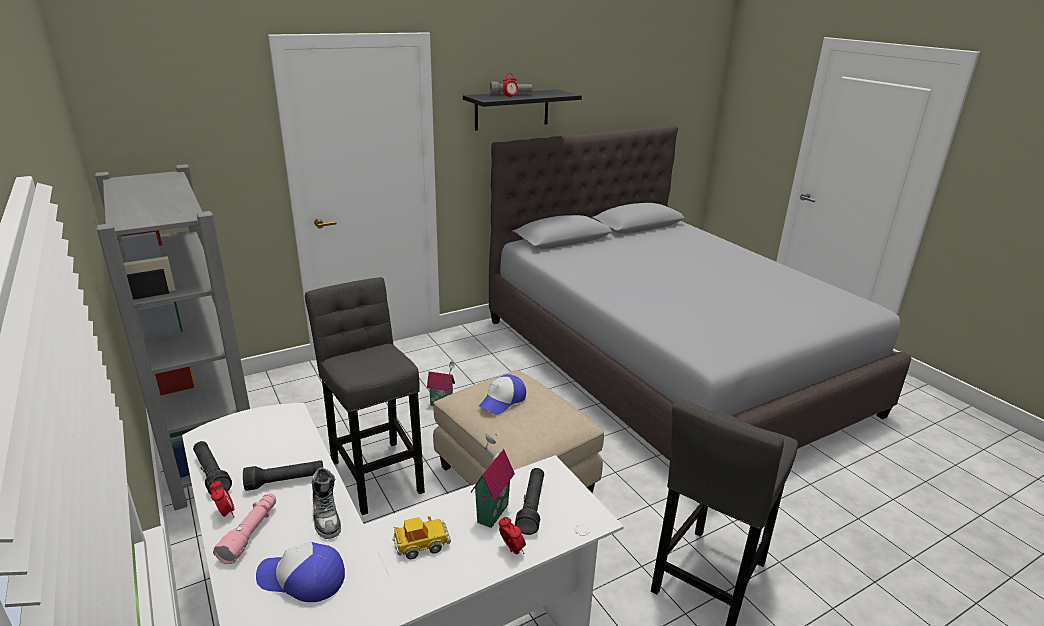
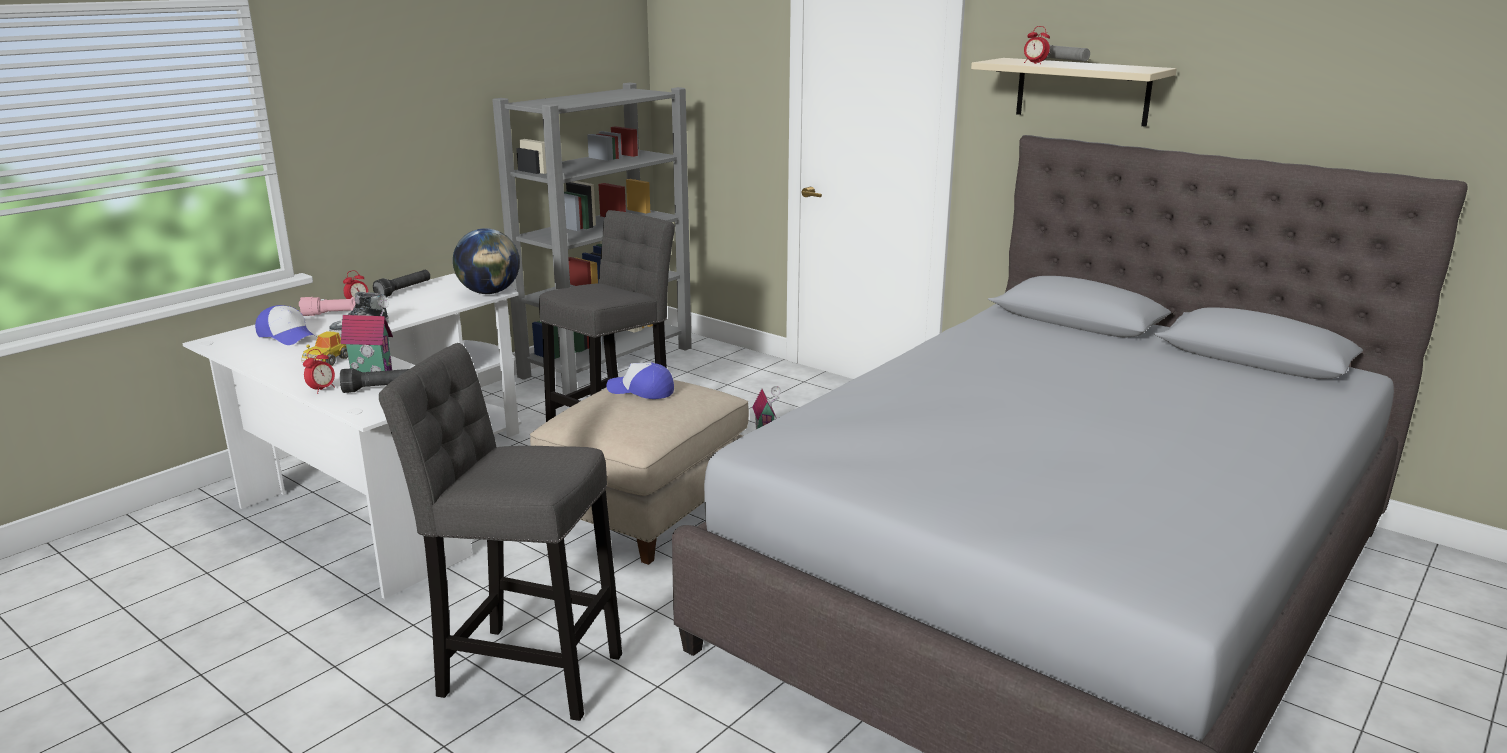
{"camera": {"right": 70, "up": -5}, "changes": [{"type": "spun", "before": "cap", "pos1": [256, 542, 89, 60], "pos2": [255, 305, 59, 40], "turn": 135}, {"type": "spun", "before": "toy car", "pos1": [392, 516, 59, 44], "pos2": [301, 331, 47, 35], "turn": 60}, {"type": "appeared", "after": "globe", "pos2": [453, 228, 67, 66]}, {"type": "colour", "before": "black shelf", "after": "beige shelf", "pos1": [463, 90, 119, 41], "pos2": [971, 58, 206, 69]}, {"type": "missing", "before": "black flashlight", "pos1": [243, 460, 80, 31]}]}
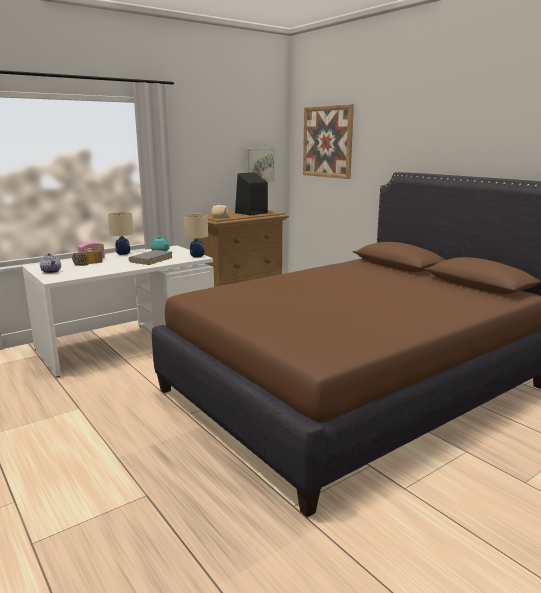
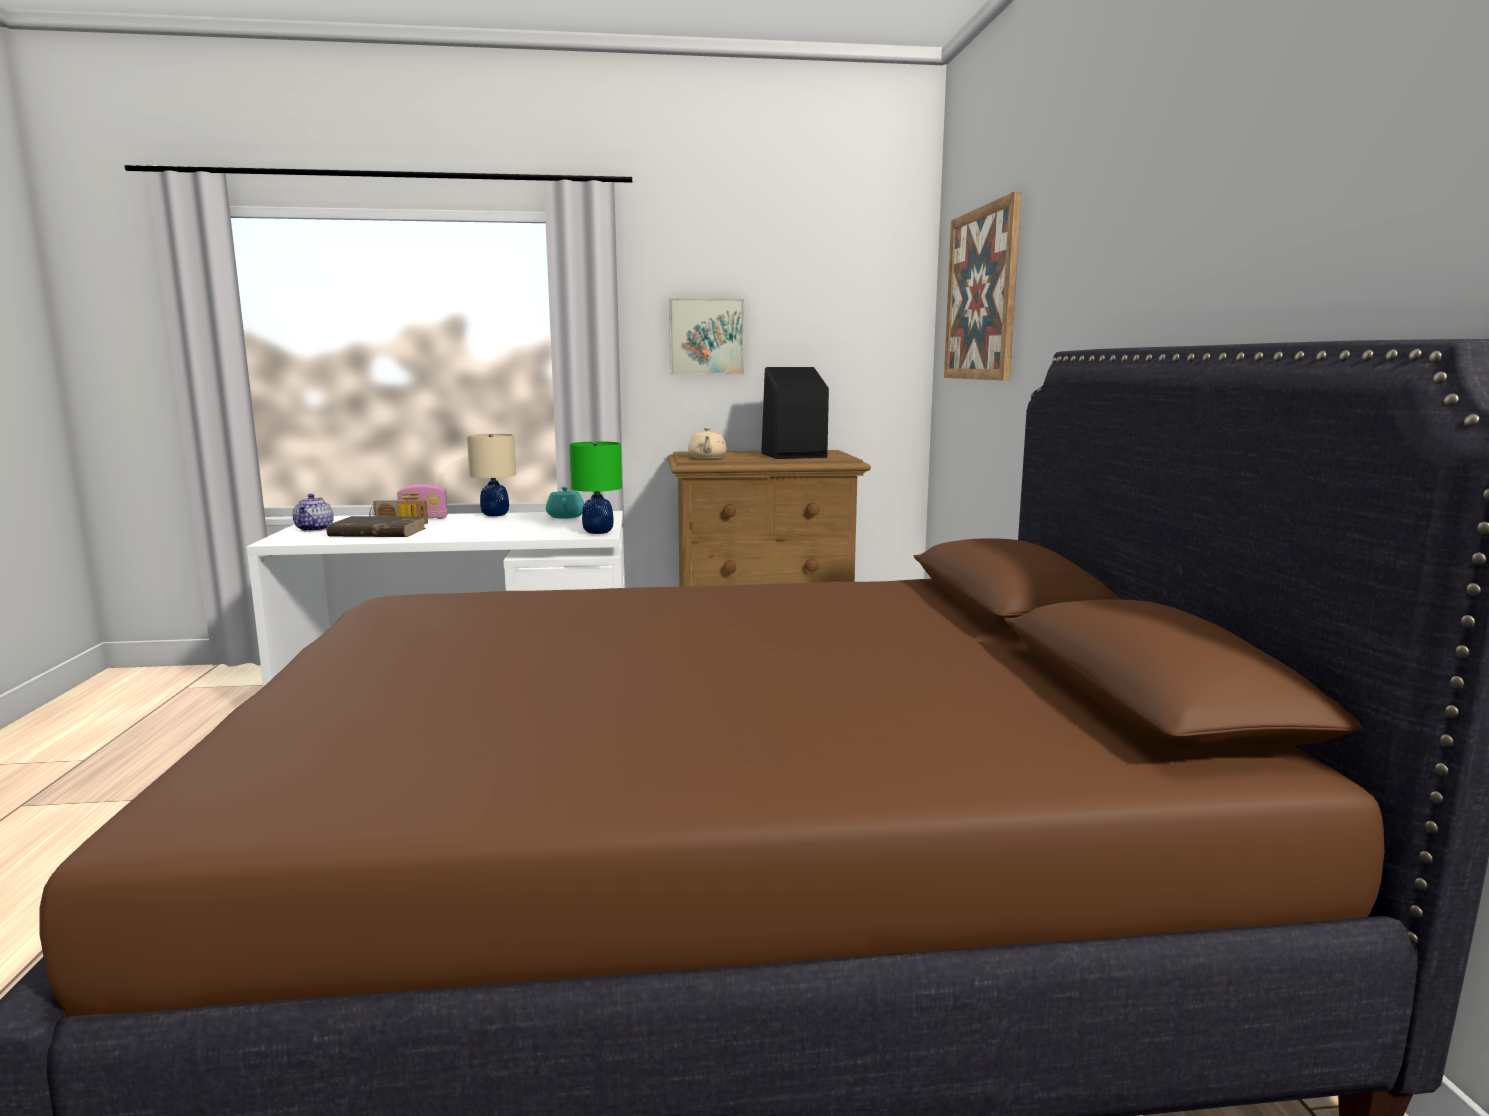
{"camera": {"right": 30, "up": -5}, "changes": [{"type": "appeared", "after": "brown book", "pos2": [326, 516, 100, 21]}, {"type": "colour", "before": "beige table lamp", "after": "green table lamp", "pos1": [184, 214, 24, 43], "pos2": [569, 441, 53, 93]}, {"type": "relocated", "before": "picture", "pos1": [245, 148, 30, 34], "pos2": [669, 298, 75, 77]}, {"type": "missing", "before": "grey book", "pos1": [129, 250, 44, 15]}]}
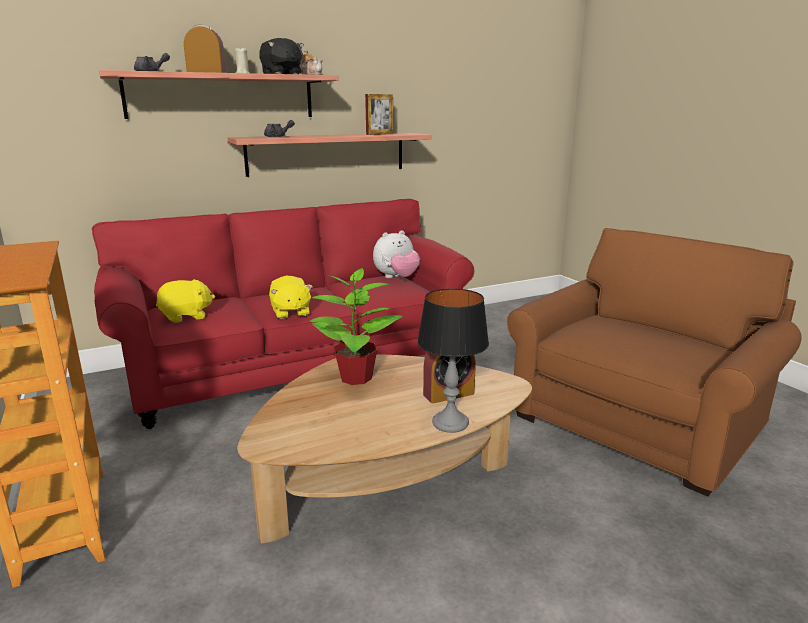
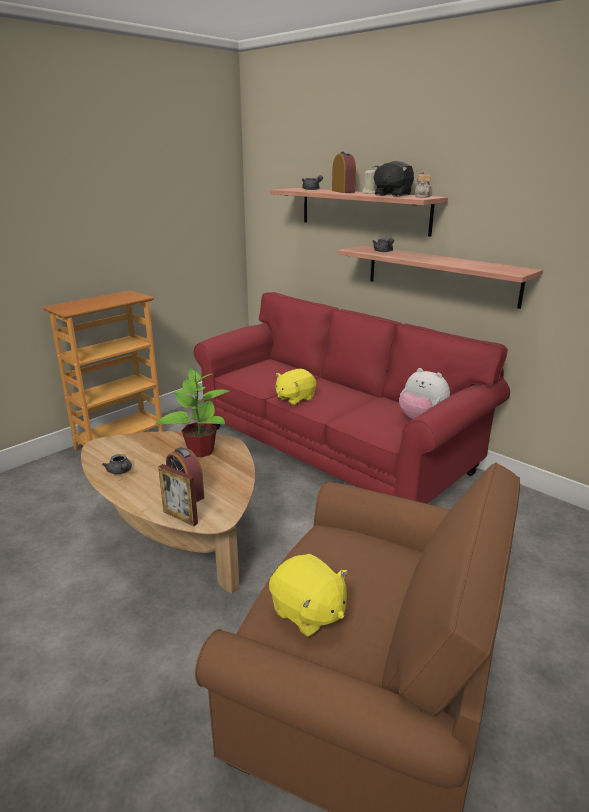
{"camera": {"right": 70, "up": 5}, "changes": [{"type": "appeared", "after": "grey teapot", "pos2": [102, 454, 30, 20]}, {"type": "relocated", "before": "picture frame", "pos1": [365, 94, 28, 41], "pos2": [158, 464, 40, 62]}, {"type": "relocated", "before": "yellow plush toy", "pos1": [156, 279, 59, 44], "pos2": [269, 554, 79, 83]}, {"type": "missing", "before": "table lamp", "pos1": [417, 289, 72, 144]}]}
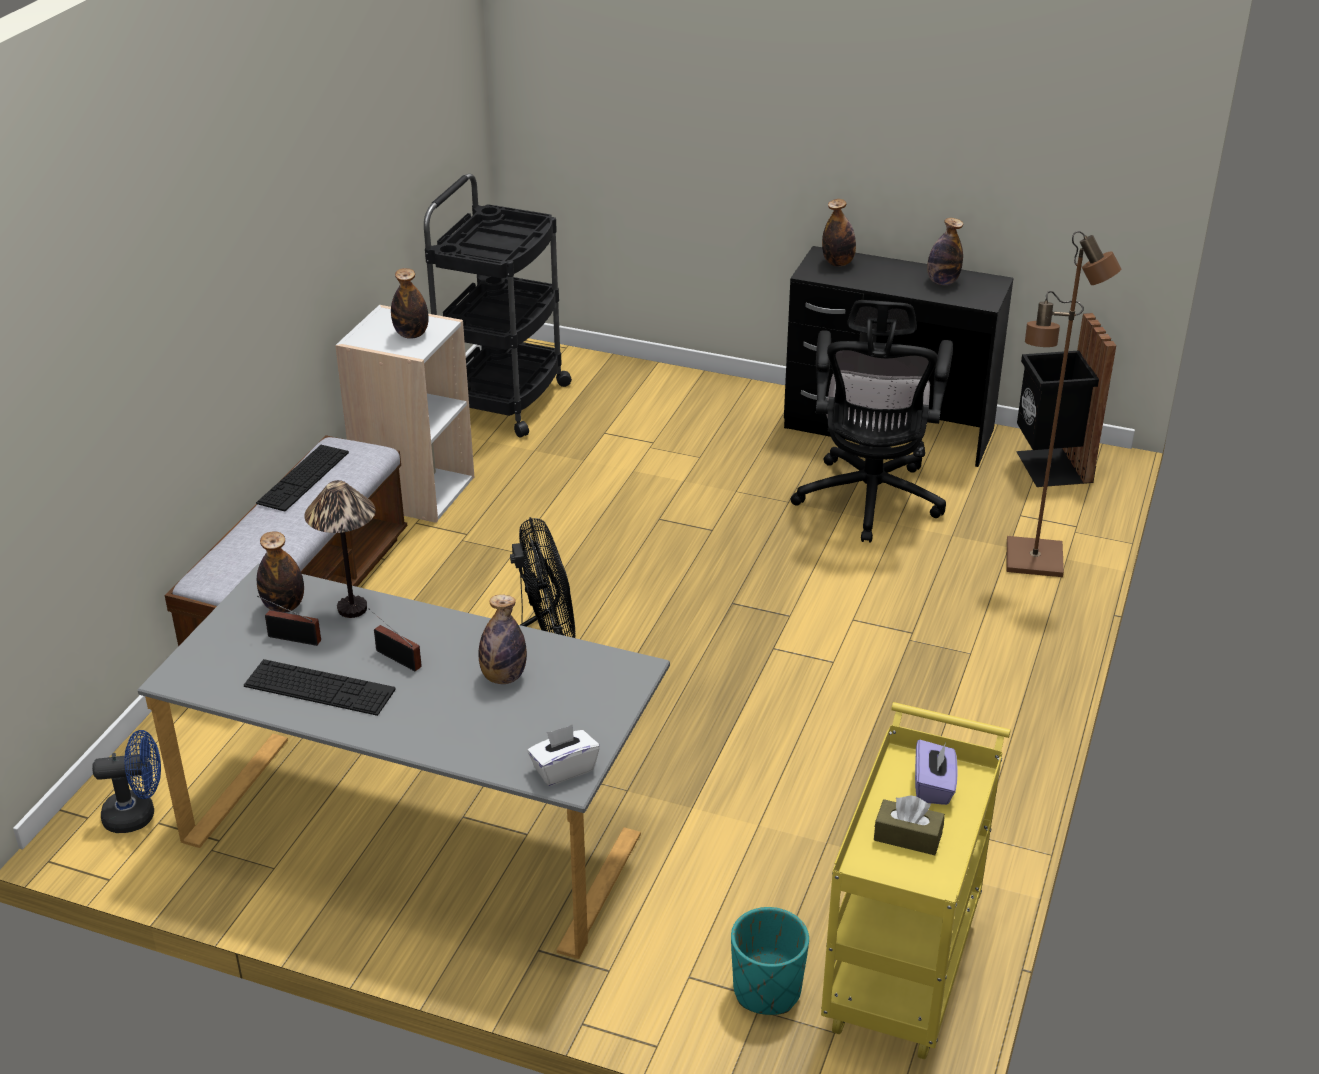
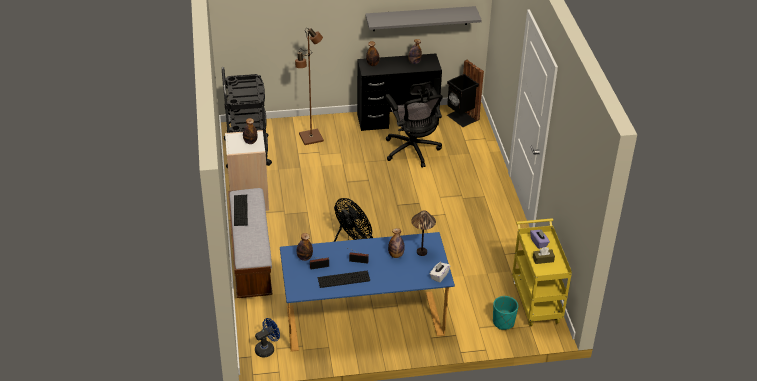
{"camera": {"right": -30, "up": 5}, "changes": [{"type": "colour", "before": "grey desk", "after": "blue desk", "pos1": [137, 564, 533, 395], "pos2": [280, 232, 175, 120]}, {"type": "relocated", "before": "brown floor lamp", "pos1": [1007, 231, 114, 346], "pos2": [295, 28, 29, 117]}, {"type": "appeared", "after": "grey shelf", "pos2": [365, 6, 117, 25]}, {"type": "relocated", "before": "table lamp", "pos1": [304, 480, 71, 138], "pos2": [411, 210, 25, 46]}]}
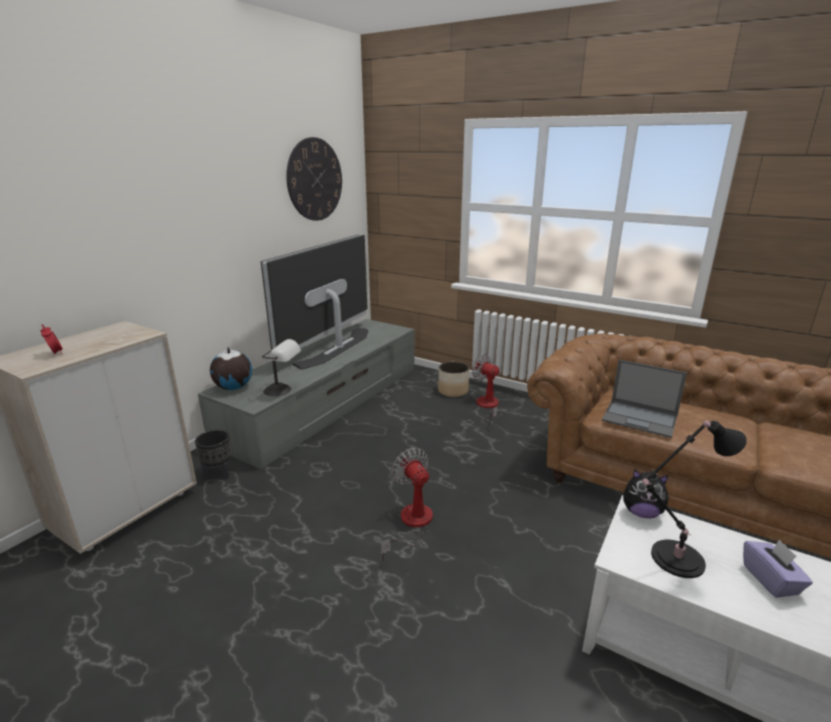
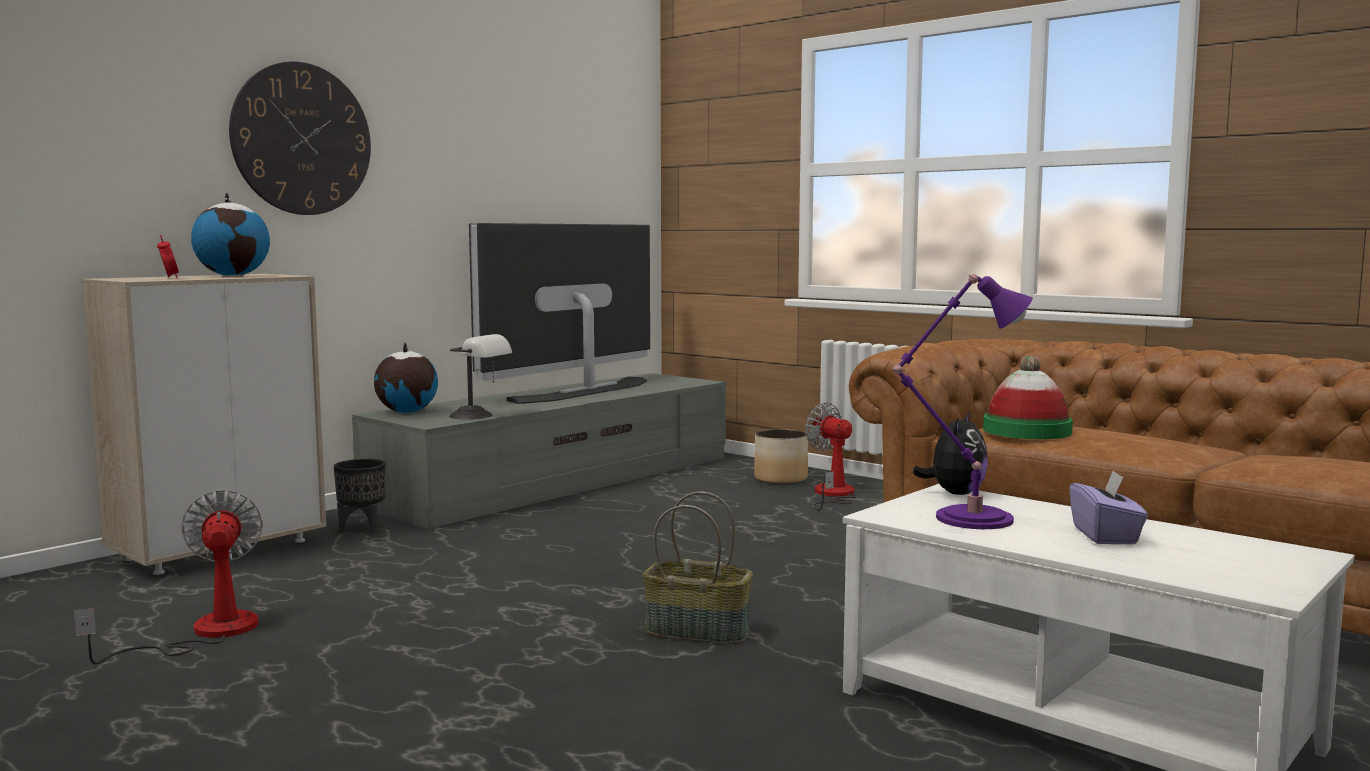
{"camera": {"right": 10, "up": -15}, "changes": [{"type": "relocated", "before": "fan", "pos1": [381, 448, 52, 113], "pos2": [74, 489, 189, 175]}, {"type": "appeared", "after": "globe", "pos2": [191, 192, 79, 84]}, {"type": "relocated", "before": "wall clock", "pos1": [286, 137, 56, 84], "pos2": [229, 62, 142, 153]}, {"type": "appeared", "after": "basket", "pos2": [642, 491, 111, 153]}, {"type": "colour", "before": "black table lamp", "after": "purple table lamp", "pos1": [642, 420, 105, 158], "pos2": [893, 274, 140, 255]}, {"type": "spun", "before": "plush toy", "pos1": [623, 469, 46, 49], "pos2": [913, 411, 75, 84], "turn": -90}, {"type": "exchanged", "before": "laptop", "after": "hat", "pos1": [602, 360, 85, 78], "pos2": [983, 356, 90, 83]}]}
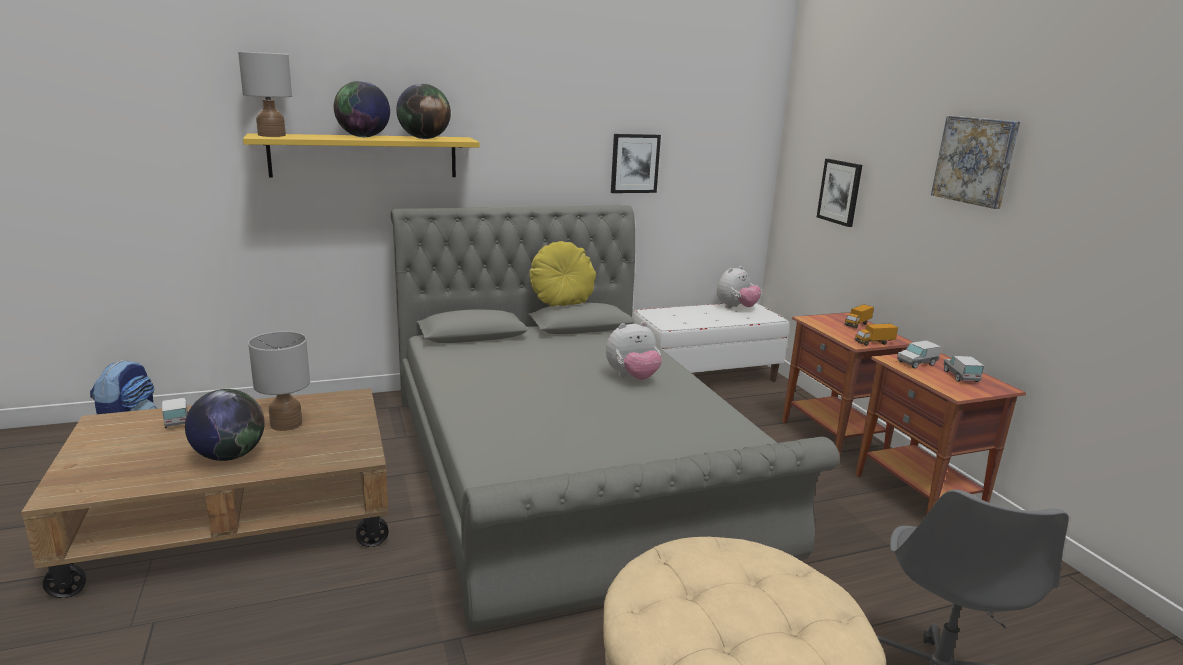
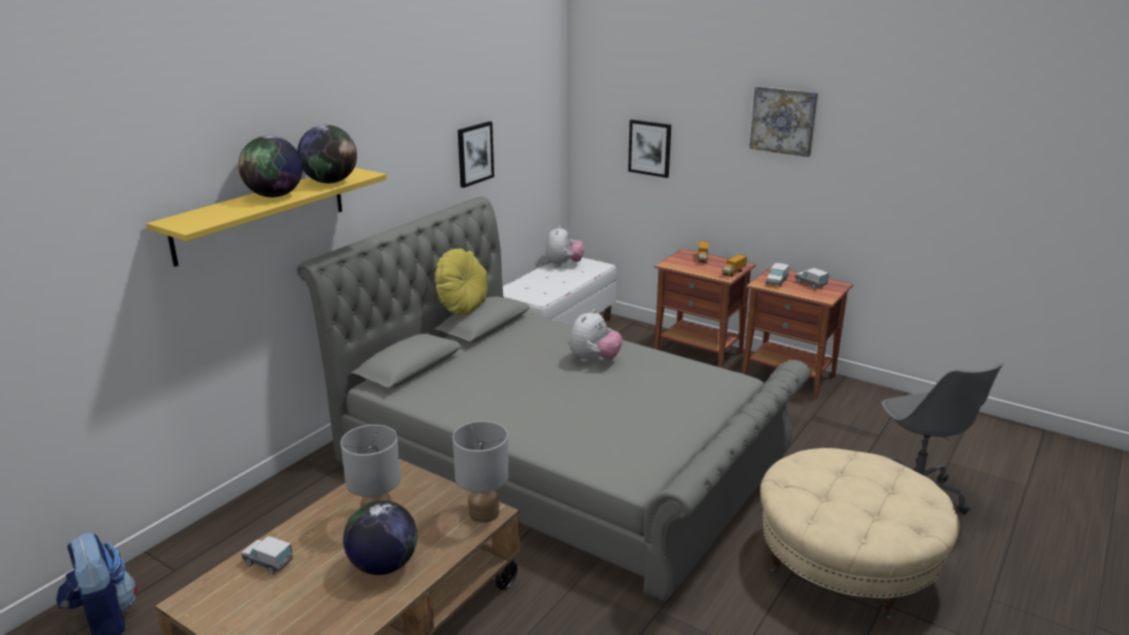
{"camera": {"right": -35, "up": 5}, "changes": [{"type": "relocated", "before": "grey table lamp", "pos1": [238, 51, 54, 86], "pos2": [453, 421, 56, 102]}]}
